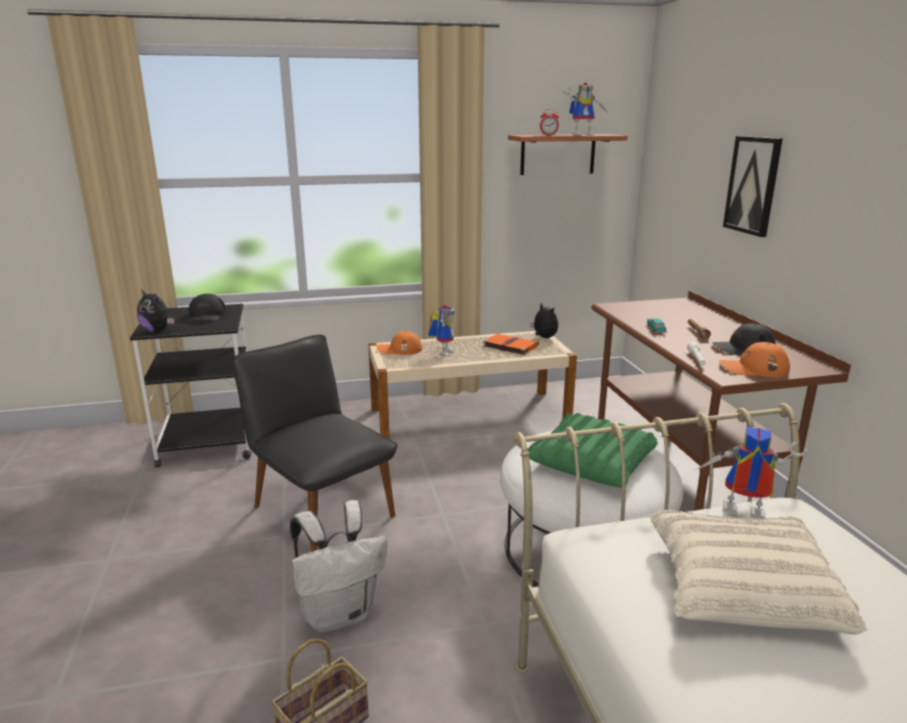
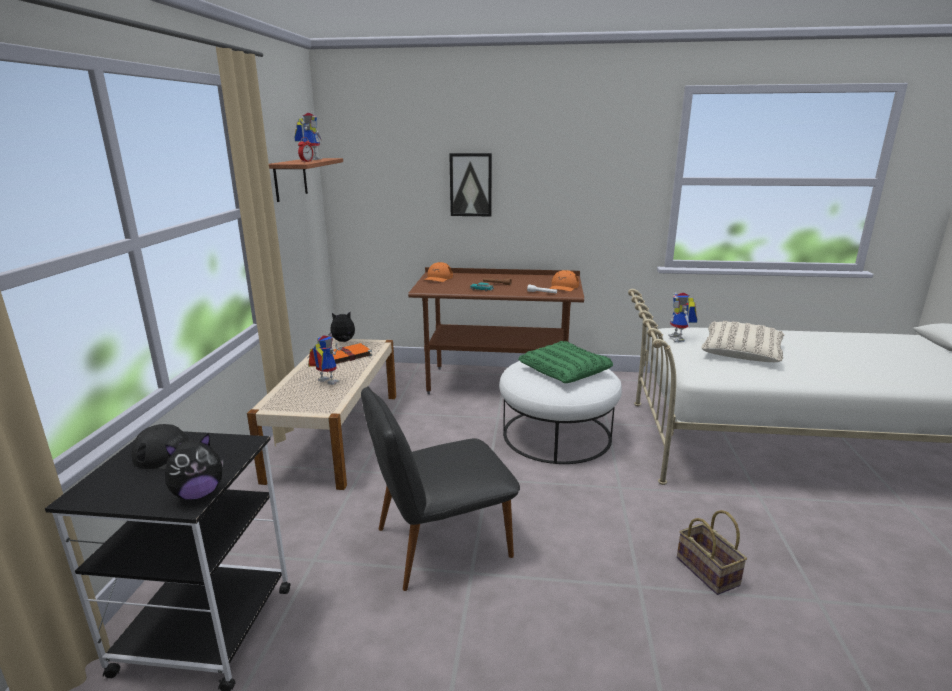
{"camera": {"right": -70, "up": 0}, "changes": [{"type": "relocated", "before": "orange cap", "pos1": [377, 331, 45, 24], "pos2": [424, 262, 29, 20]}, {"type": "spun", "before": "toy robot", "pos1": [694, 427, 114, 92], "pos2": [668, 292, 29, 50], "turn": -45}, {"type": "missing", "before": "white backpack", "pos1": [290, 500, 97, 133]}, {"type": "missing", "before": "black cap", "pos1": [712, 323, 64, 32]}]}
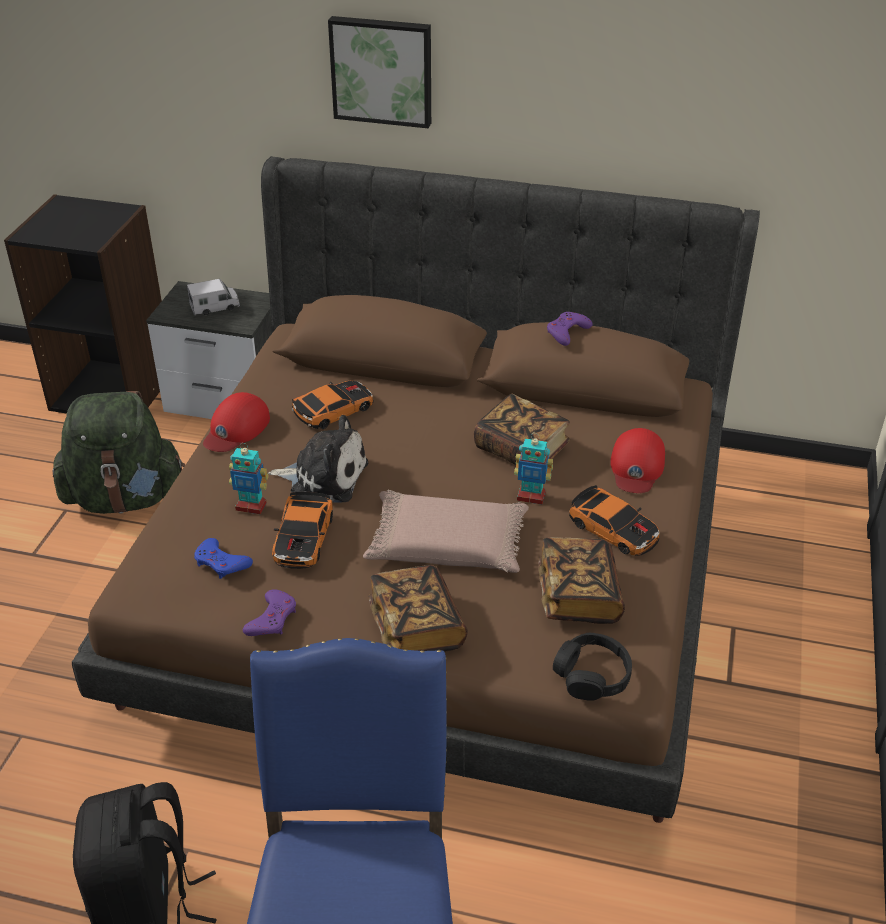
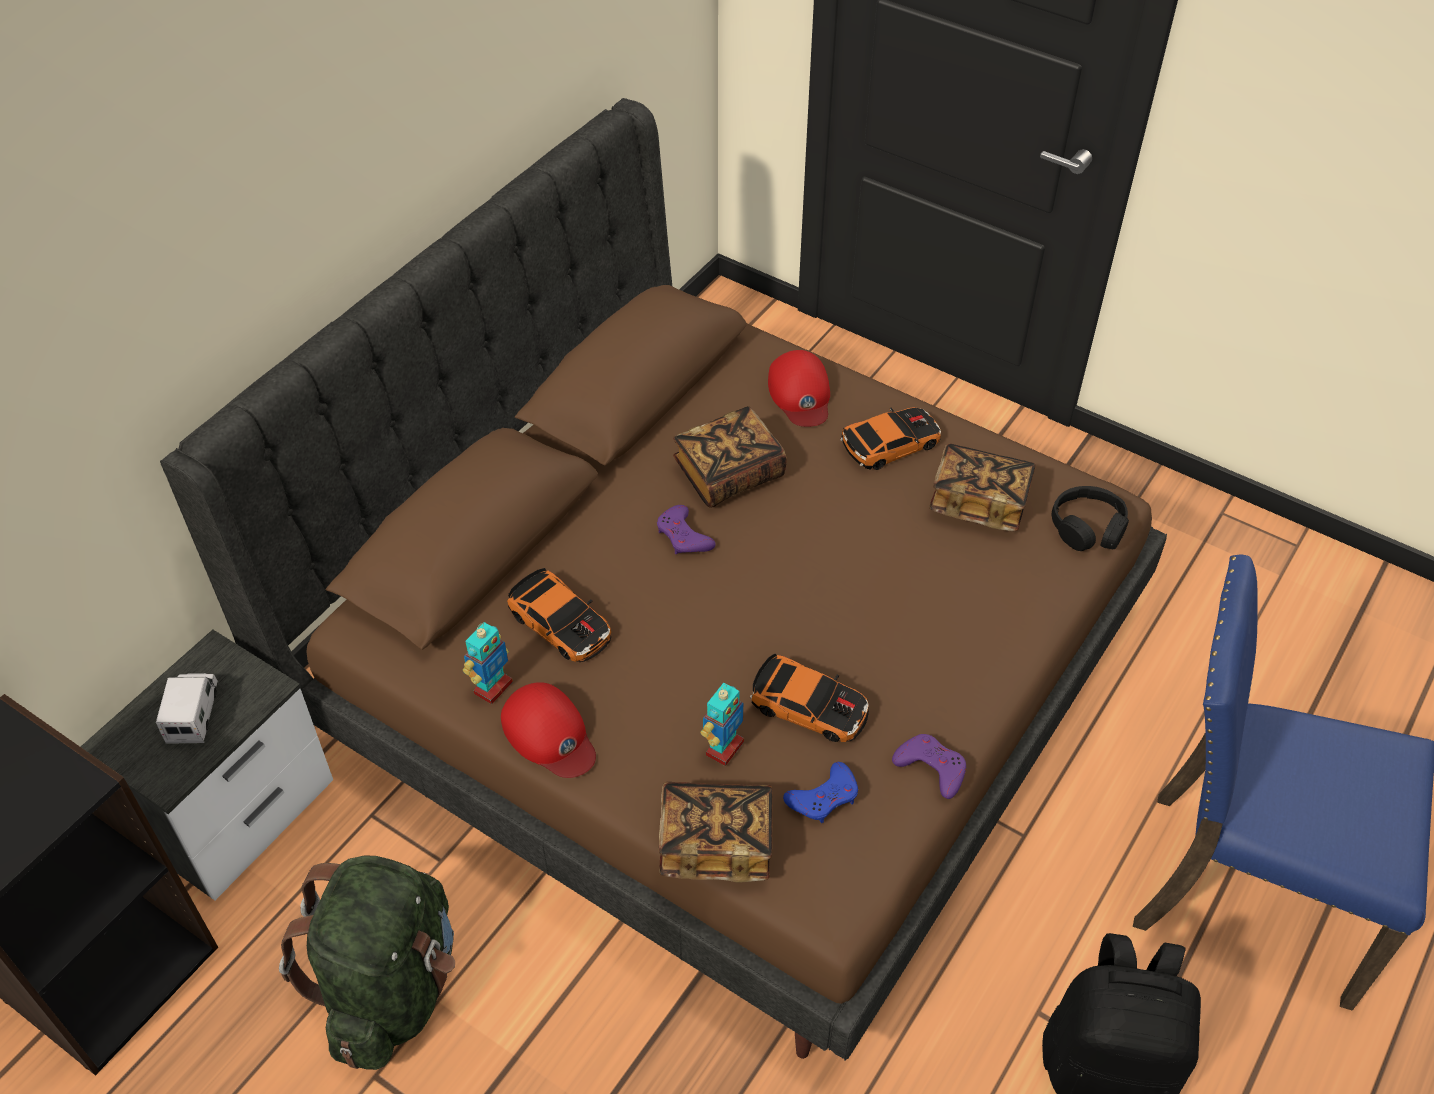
{"camera": {"right": -70, "up": 10}, "changes": [{"type": "relocated", "before": "toy robot", "pos1": [514, 433, 39, 71], "pos2": [463, 622, 50, 82]}, {"type": "spun", "before": "toy car", "pos1": [291, 380, 83, 49], "pos2": [507, 568, 104, 94], "turn": 150}, {"type": "relocated", "before": "purple game controller", "pos1": [547, 312, 46, 34], "pos2": [657, 505, 58, 49]}, {"type": "relocated", "before": "book", "pos1": [369, 565, 99, 87], "pos2": [659, 782, 114, 101]}, {"type": "spun", "before": "red cap", "pos1": [610, 428, 55, 65], "pos2": [768, 350, 62, 77], "turn": 45}, {"type": "missing", "before": "plush toy", "pos1": [268, 415, 100, 88]}, {"type": "missing", "before": "picture", "pos1": [328, 16, 103, 112]}, {"type": "missing", "before": "beige pillow", "pos1": [363, 490, 166, 83]}]}
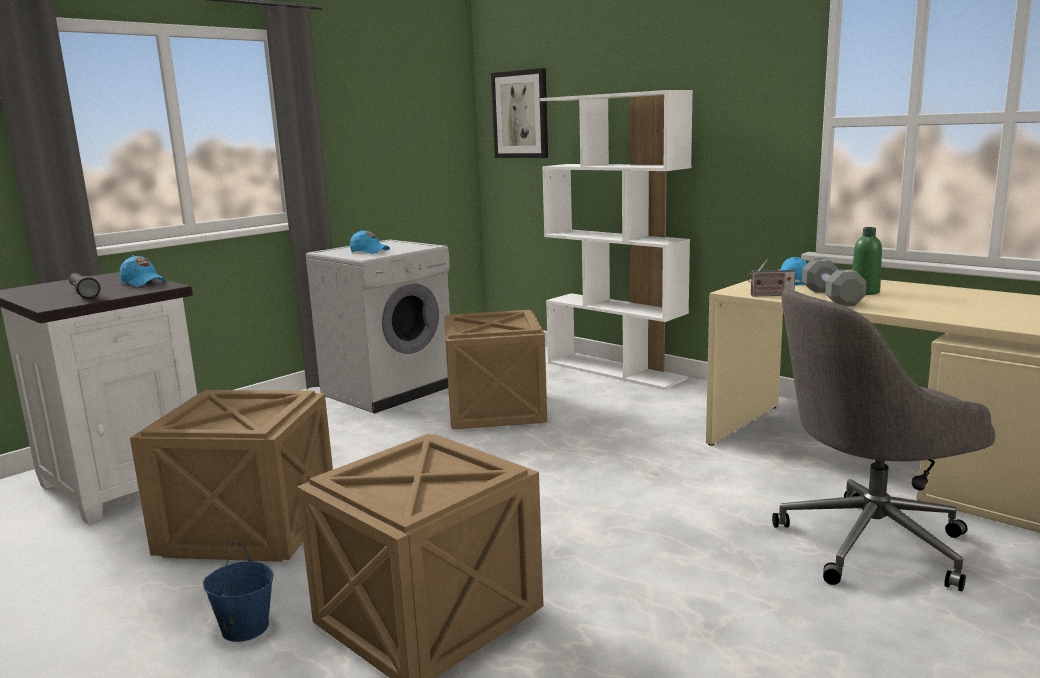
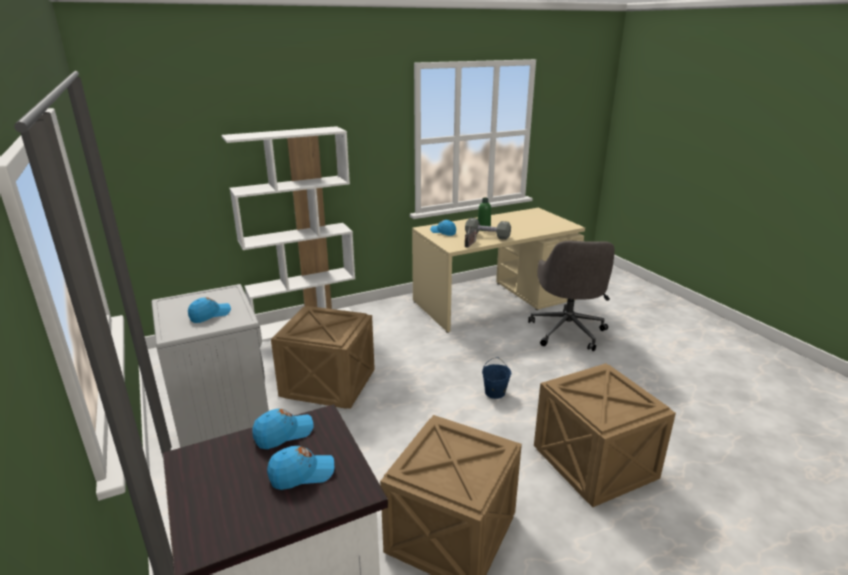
{"camera": {"right": -70, "up": 10}, "changes": [{"type": "exchanged", "before": "black flashlight", "after": "blue cap", "pos1": [69, 273, 32, 26], "pos2": [267, 446, 67, 44]}, {"type": "relocated", "before": "blue bucket", "pos1": [203, 543, 70, 99], "pos2": [482, 357, 29, 42]}, {"type": "missing", "before": "picture", "pos1": [491, 68, 57, 90]}]}
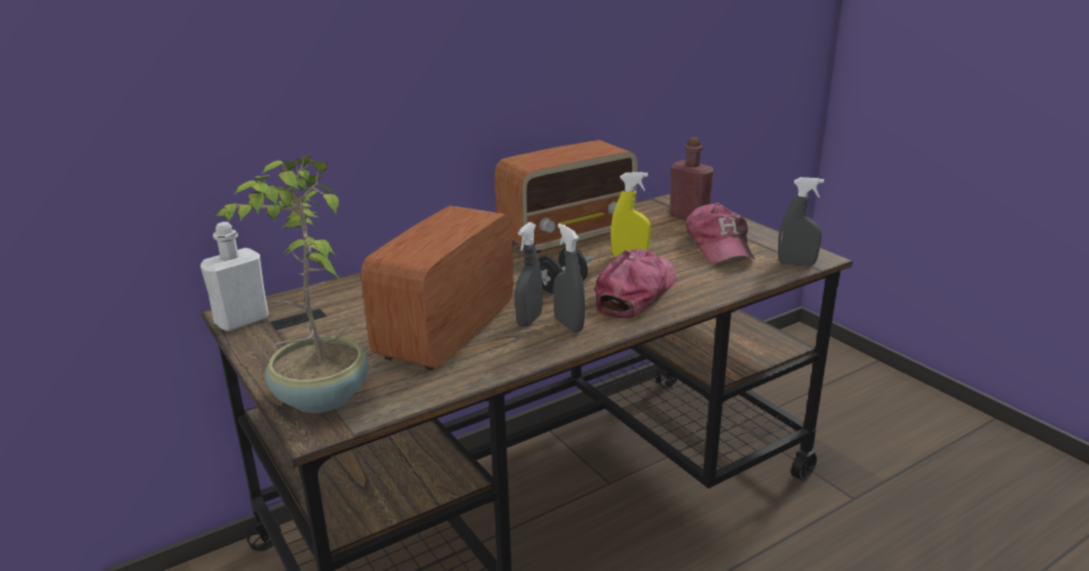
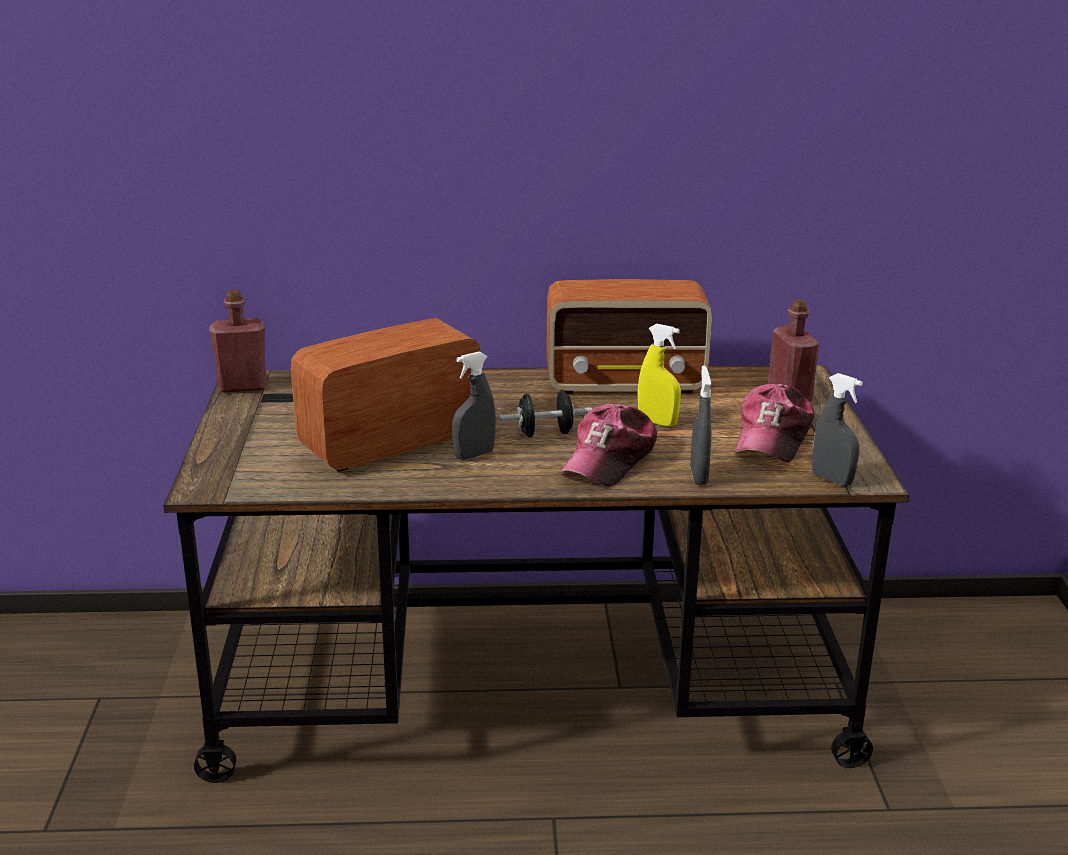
{"camera": {"right": 30, "up": 0}, "changes": [{"type": "colour", "before": "white bottle", "after": "red bottle", "pos1": [200, 222, 69, 109], "pos2": [209, 289, 58, 104]}, {"type": "spun", "before": "cap", "pos1": [595, 249, 81, 69], "pos2": [559, 404, 98, 83], "turn": 150}, {"type": "relocated", "before": "grey spray bottle", "pos1": [553, 224, 32, 109], "pos2": [690, 365, 21, 120]}, {"type": "missing", "before": "potted plant", "pos1": [215, 155, 154, 258]}]}
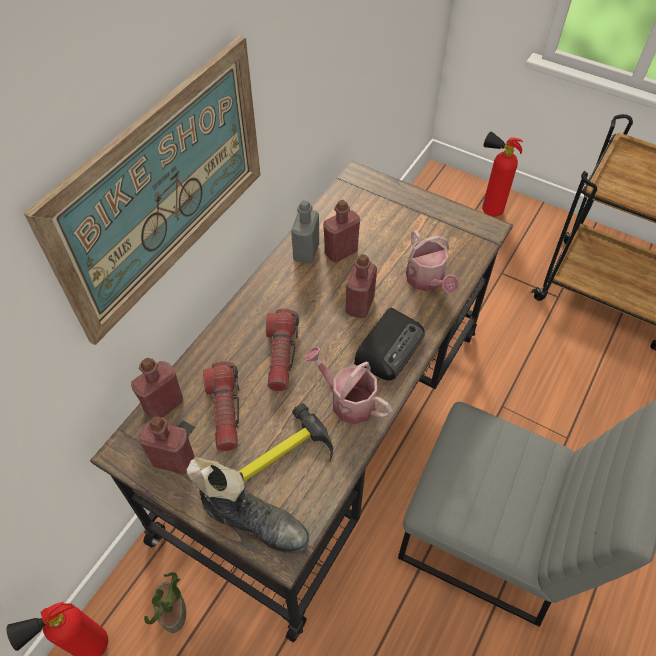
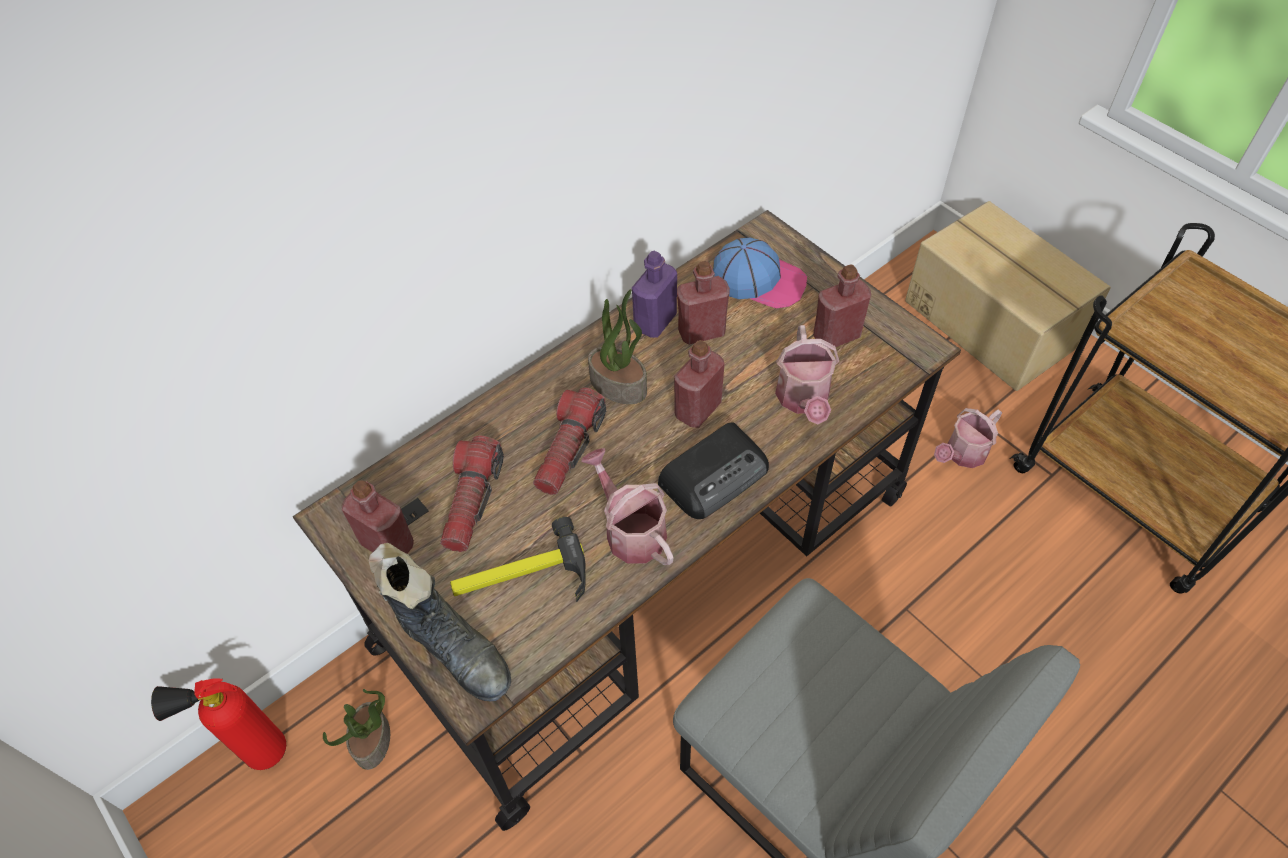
{"camera": {"right": 20, "up": 0}, "changes": [{"type": "appeared", "after": "potted plant", "pos2": [588, 289, 59, 115]}, {"type": "colour", "before": "grey bottle", "after": "purple bottle", "pos1": [291, 200, 28, 64], "pos2": [632, 251, 45, 87]}, {"type": "appeared", "after": "cap", "pos2": [713, 237, 94, 71]}, {"type": "relocated", "before": "red bottle", "pos1": [131, 358, 52, 61], "pos2": [813, 265, 58, 84]}, {"type": "exchanged", "before": "fire extinguisher", "after": "cardboard box", "pos1": [482, 131, 41, 86], "pos2": [905, 201, 206, 190]}, {"type": "appeared", "after": "watering can", "pos2": [934, 408, 68, 60]}, {"type": "missing", "before": "picture", "pos1": [24, 36, 237, 309]}]}
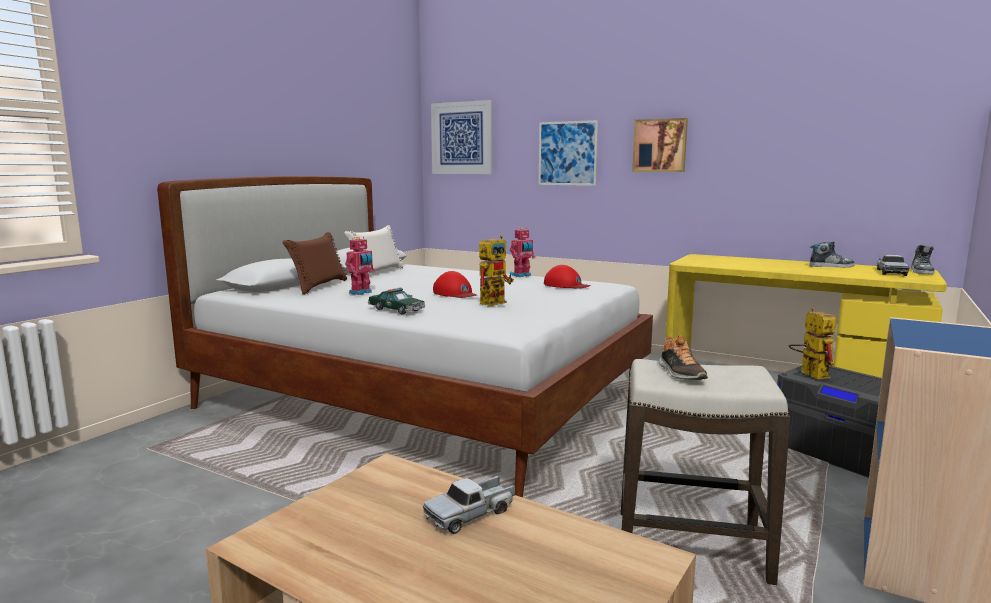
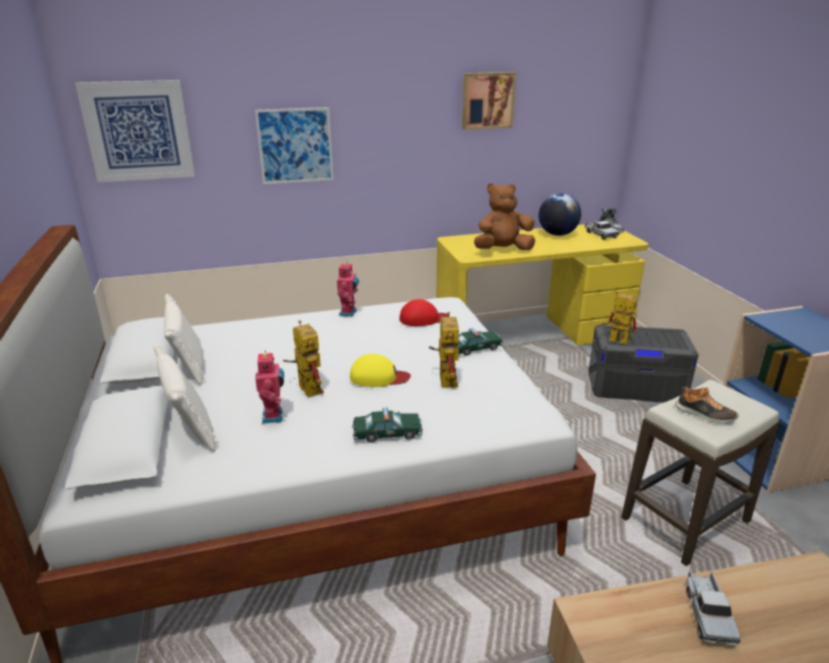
{"camera": {"right": -45, "up": 15}, "changes": [{"type": "colour", "before": "brown pillow", "after": "white pillow", "pos1": [283, 232, 64, 63], "pos2": [154, 345, 65, 107]}, {"type": "appeared", "after": "toy robot", "pos2": [283, 320, 41, 78]}, {"type": "colour", "before": "red cap", "after": "yellow cap", "pos1": [433, 271, 44, 27], "pos2": [350, 354, 61, 33]}, {"type": "appeared", "after": "toy car", "pos2": [458, 328, 45, 28]}, {"type": "relocated", "before": "picture", "pos1": [632, 118, 56, 54], "pos2": [462, 72, 54, 58]}, {"type": "appeared", "after": "brown plush toy", "pos2": [474, 183, 61, 67]}, {"type": "exchanged", "before": "shoe", "after": "globe", "pos1": [809, 242, 46, 26], "pos2": [538, 193, 43, 43]}]}
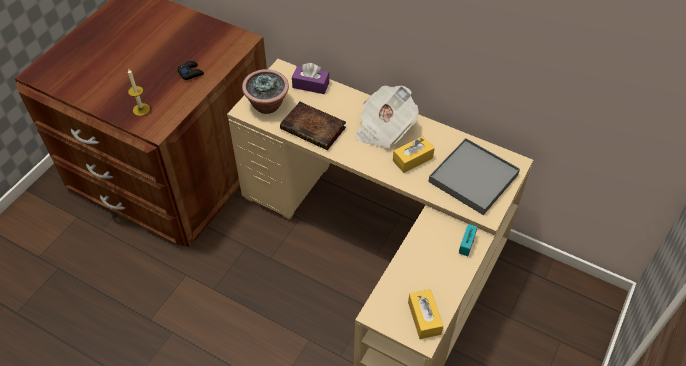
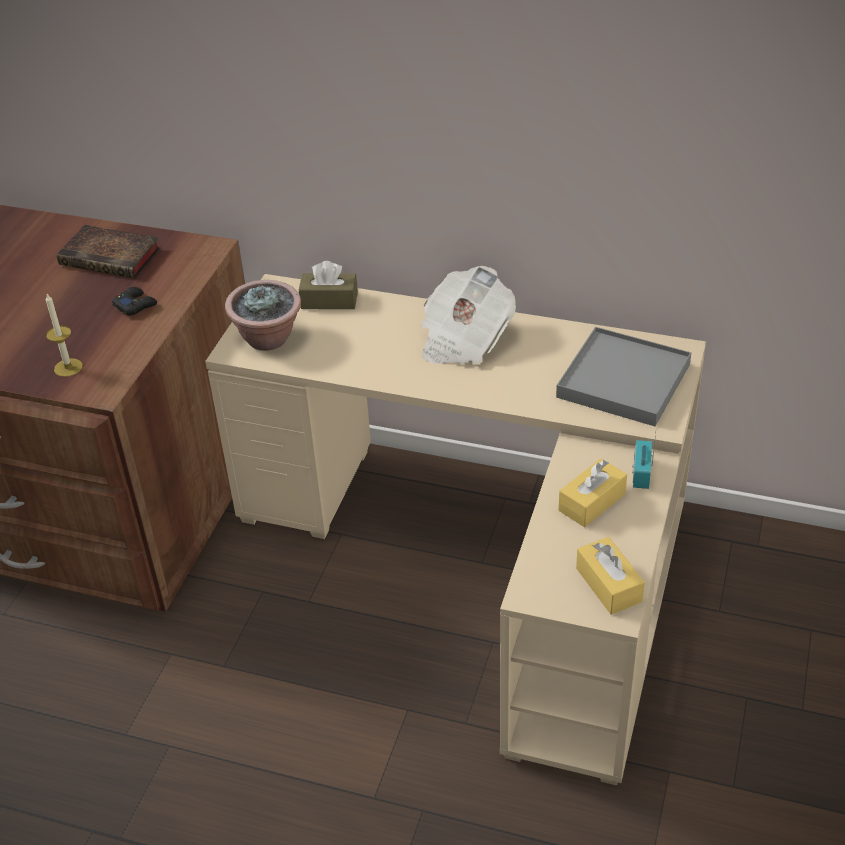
{"camera": {"right": -10, "up": -10}, "changes": [{"type": "relocated", "before": "book", "pos1": [280, 102, 66, 48], "pos2": [57, 225, 104, 54]}, {"type": "colour", "before": "purple tissue box", "after": "brown tissue box", "pos1": [292, 63, 37, 31], "pos2": [299, 261, 59, 48]}, {"type": "relocated", "before": "yellow tissue box", "pos1": [393, 136, 41, 37], "pos2": [558, 458, 69, 69]}]}
